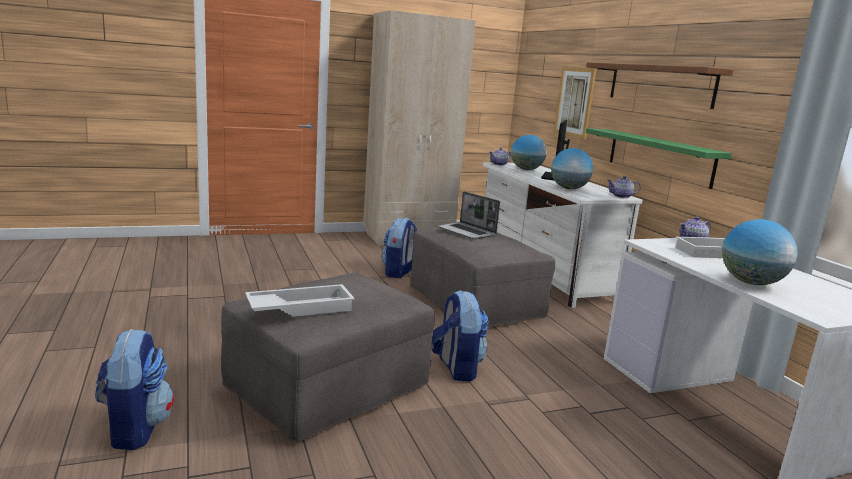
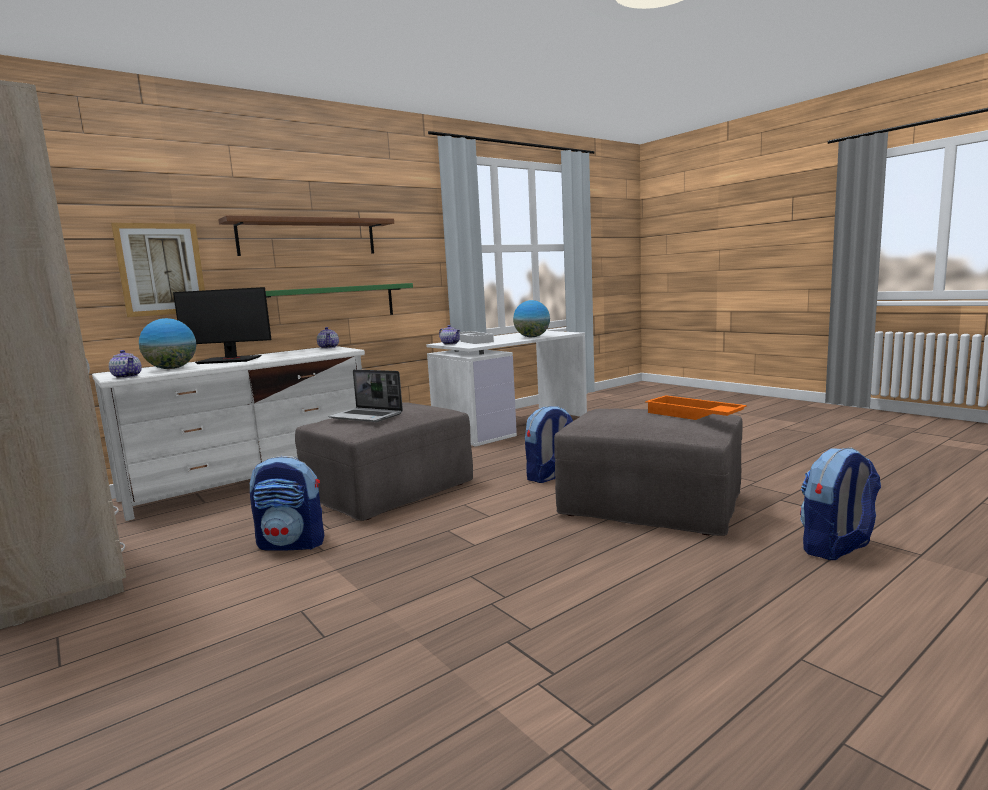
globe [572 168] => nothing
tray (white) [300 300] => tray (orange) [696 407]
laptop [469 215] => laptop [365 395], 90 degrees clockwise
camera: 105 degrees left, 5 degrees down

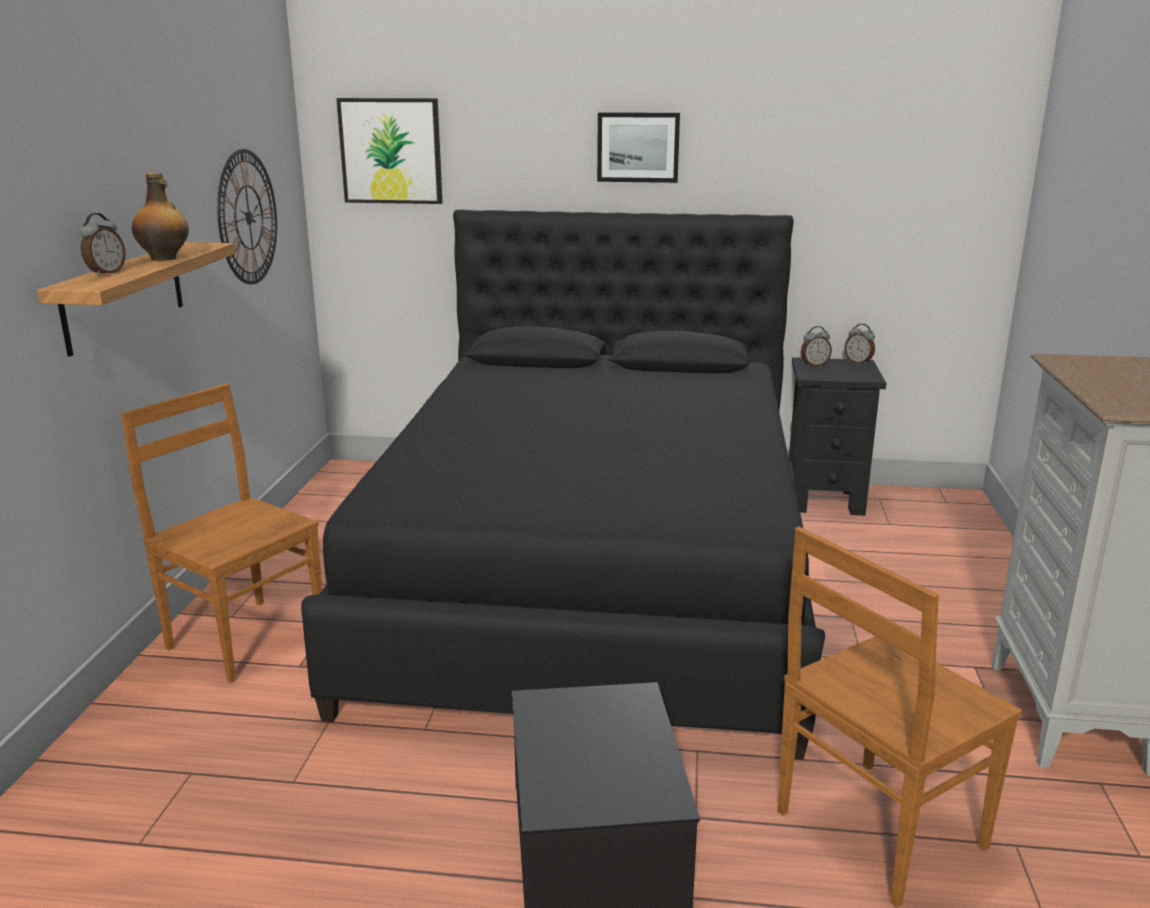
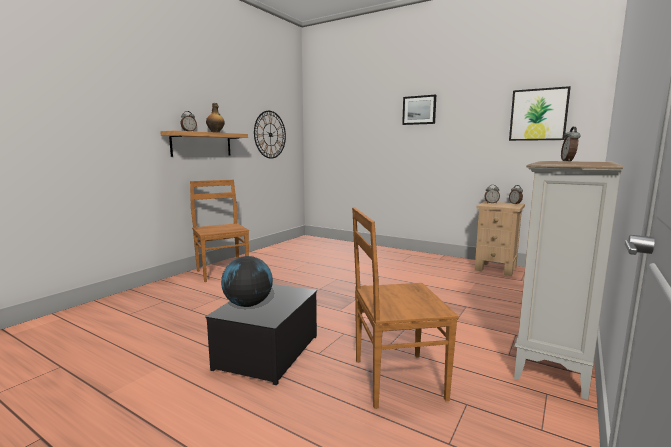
bed (black) [563 484] => nothing
nothing => globe [247 281]
nothing => alarm clock [571 144]
picture [389 151] => picture [540 113], move
nightstand (black) [837 436] => nightstand (beige) [500 238]
camera: 25 degrees right, 10 degrees down

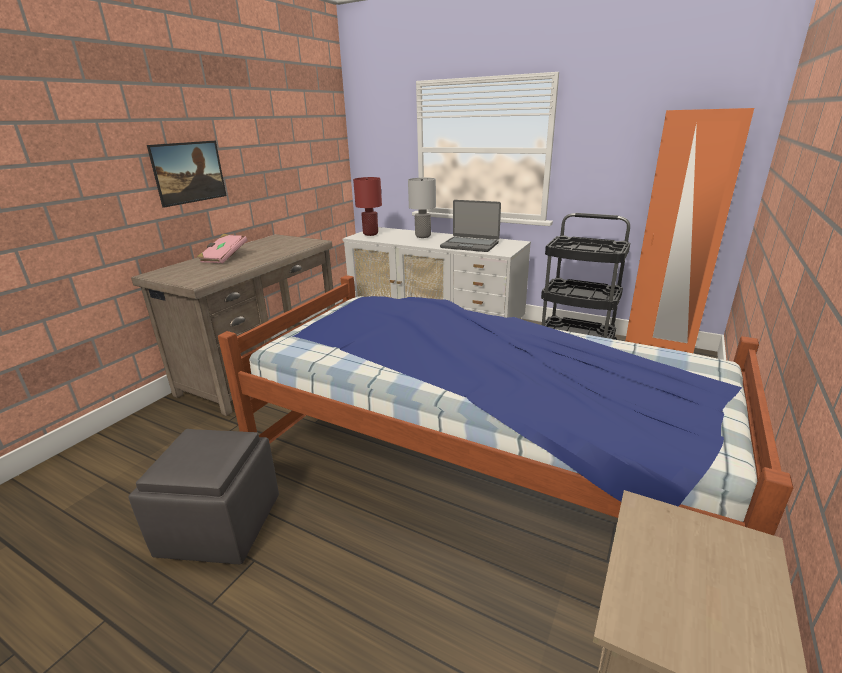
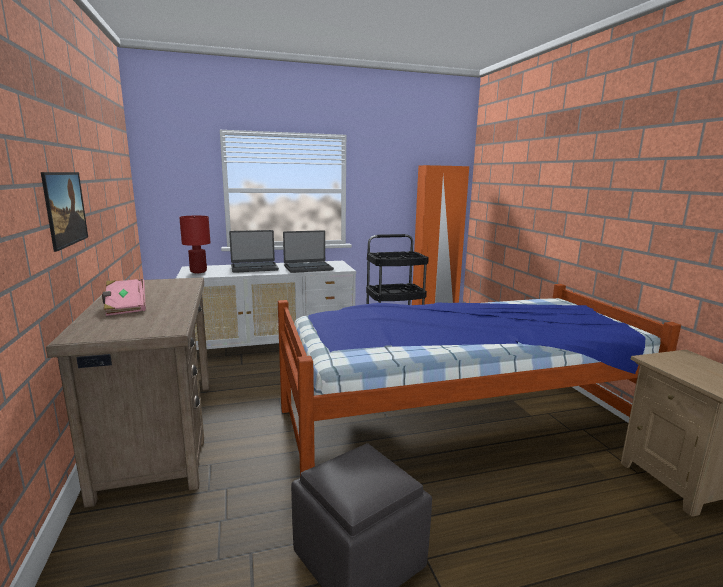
table lamp (grey) [422 208] => laptop [254 251]
camera: 45 degrees left, 10 degrees down

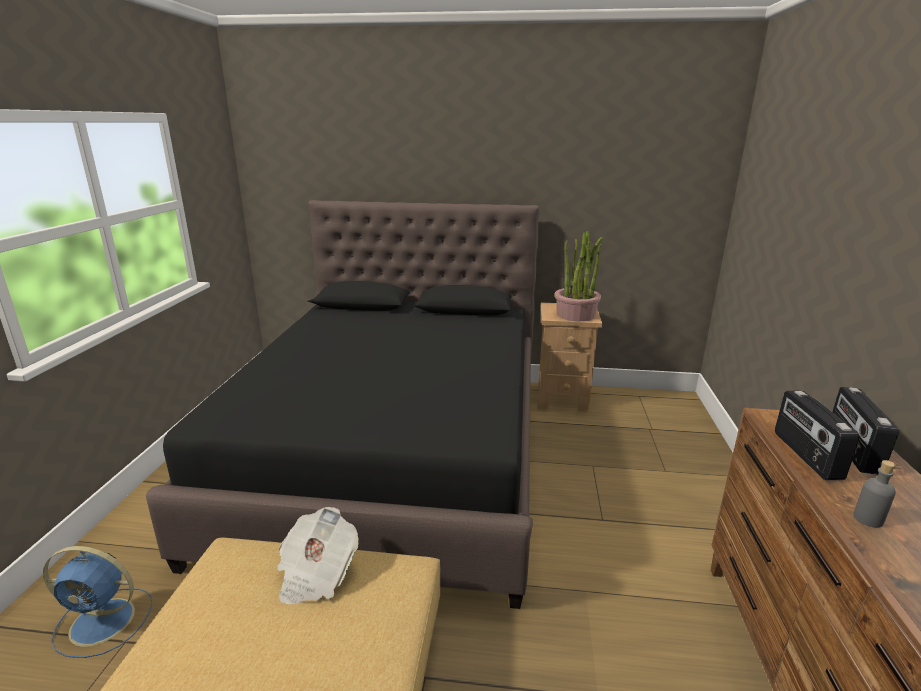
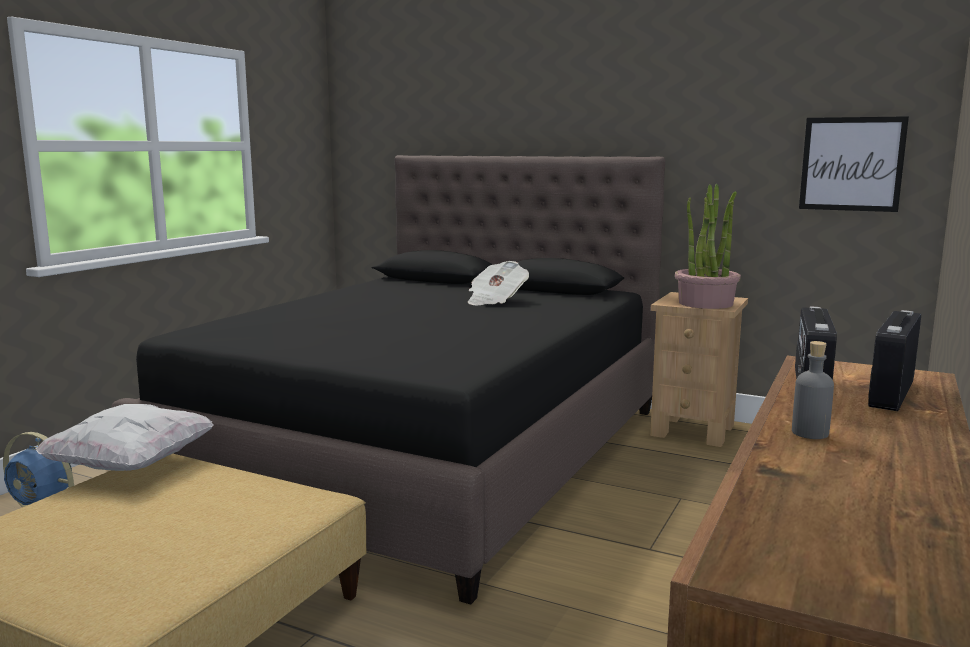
nothing => pillow (white) [125 437]
nothing => picture [854 164]
newspaper [318 555] => newspaper [498 283], move
camera: 20 degrees right, 10 degrees down

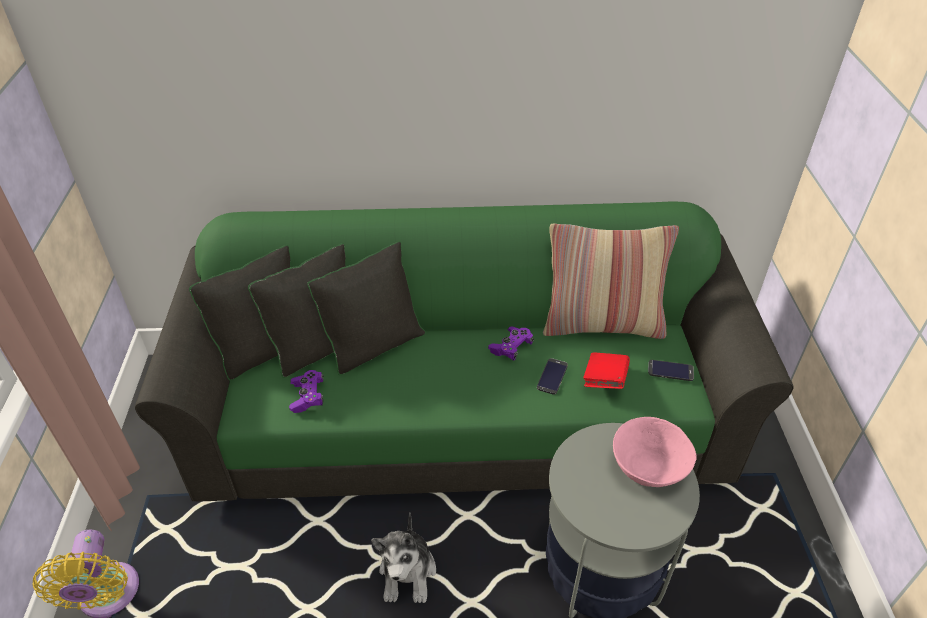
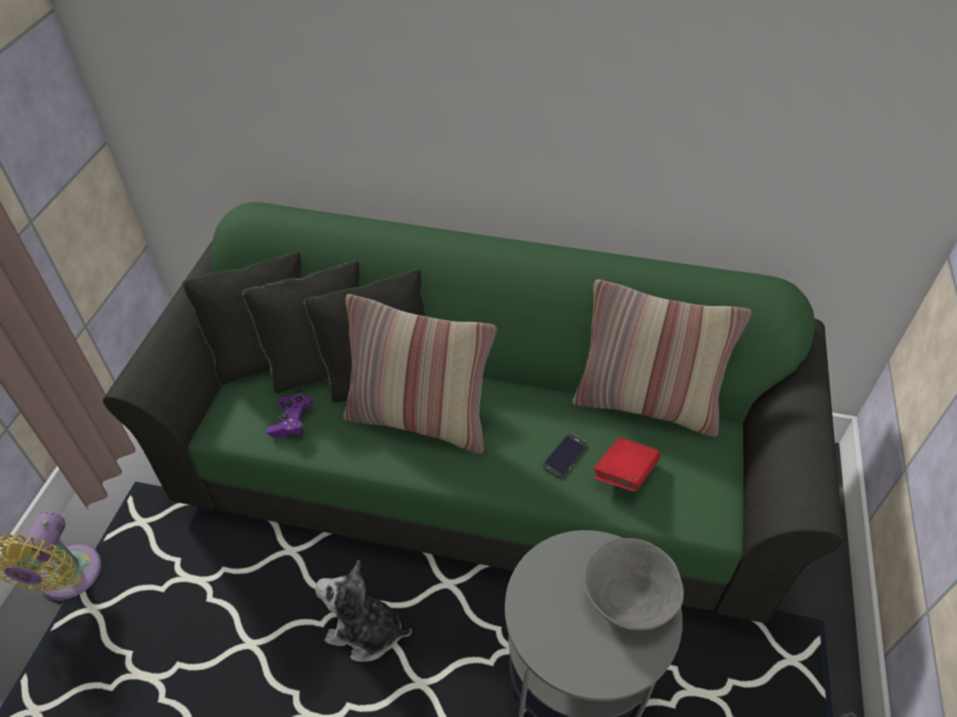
game controller (purple) [511 343] => nothing
phone [671 370] => nothing
nothing => pillow [420 374]
bowl (pink) [655 452] => bowl (grey) [634 584]
plush toy [403 557] => plush toy [363 611], 90 degrees clockwise
camera: 15 degrees right, 5 degrees up

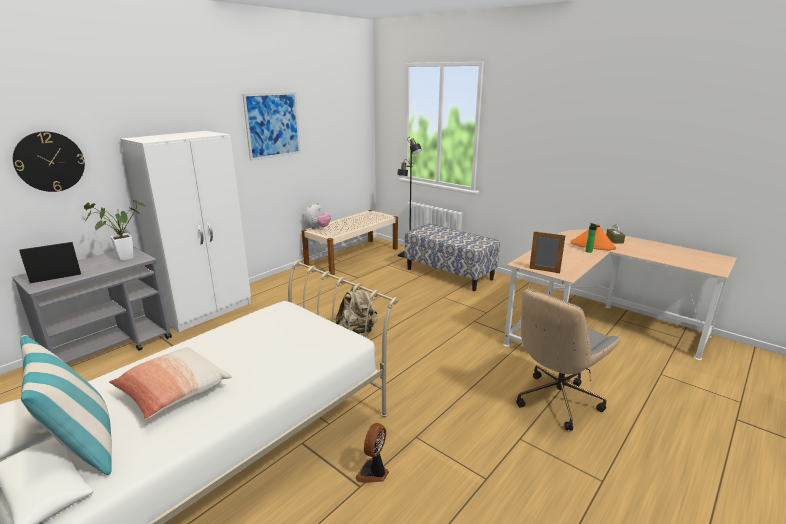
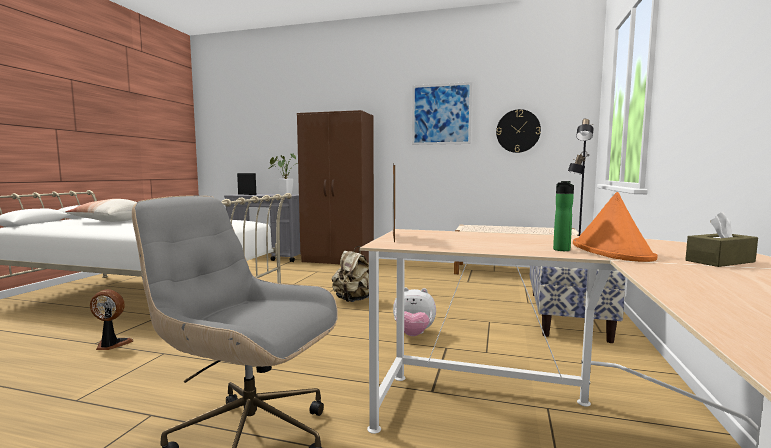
pillow [66 405] => nothing
wall clock [49 161] => wall clock [518 131], move
plush toy [317 216] => plush toy [414 312], move
wardrobe (white) [185 231] => wardrobe (brown) [335 187]
camera: 65 degrees right, 15 degrees down

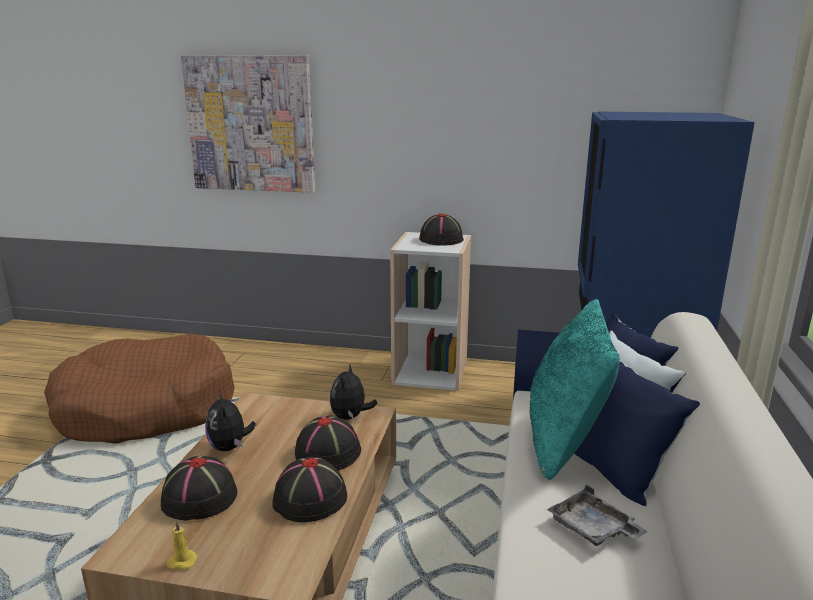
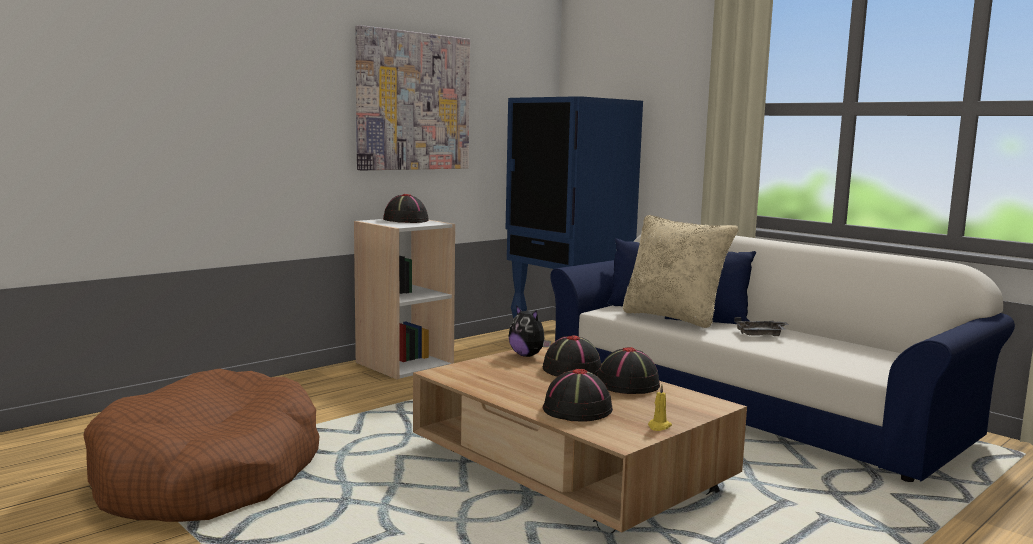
plush toy [230 421] => nothing
picture [248 124] => picture [412 97], move
pillow (turquoise) [575 389] => pillow (beige) [680 271]
camera: 55 degrees left, 10 degrees down

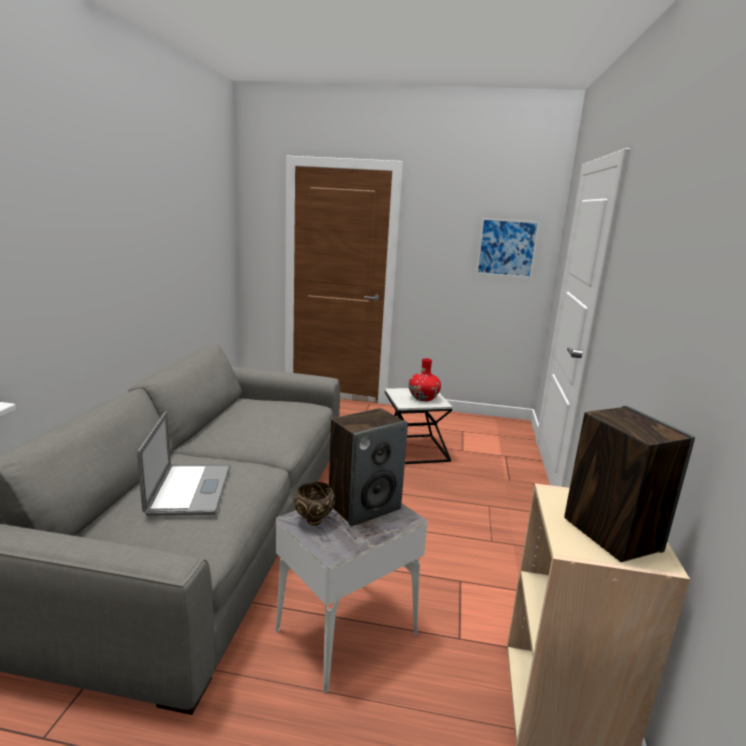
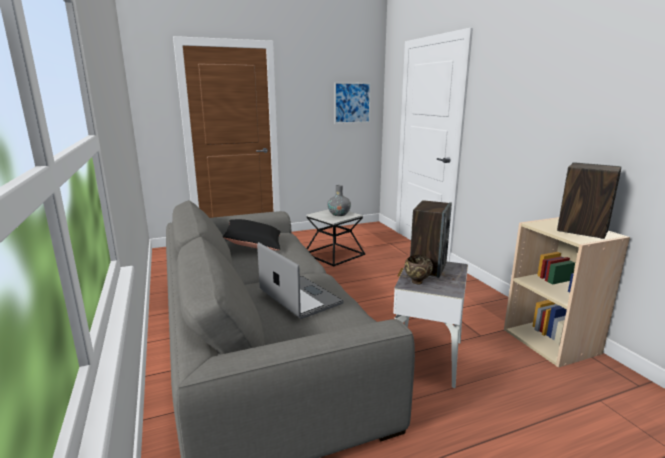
nothing => pillow (black) [252 234]
vase (red) [425 379] => vase (grey) [339 200]
camera: 30 degrees left, 0 degrees up

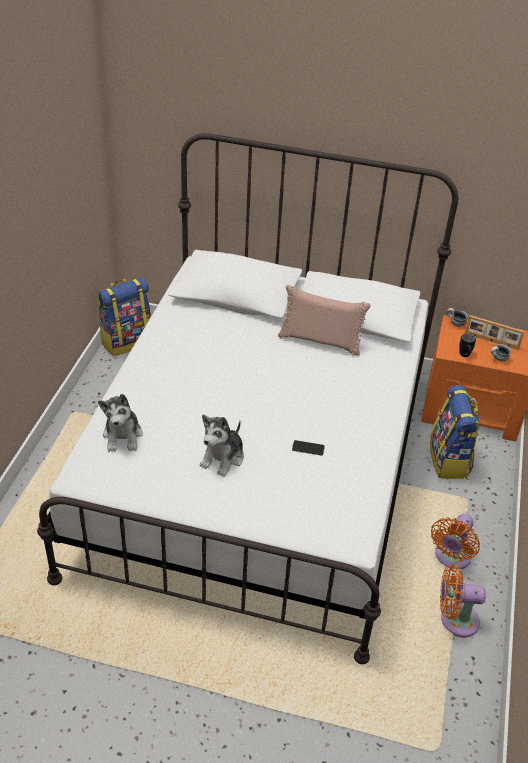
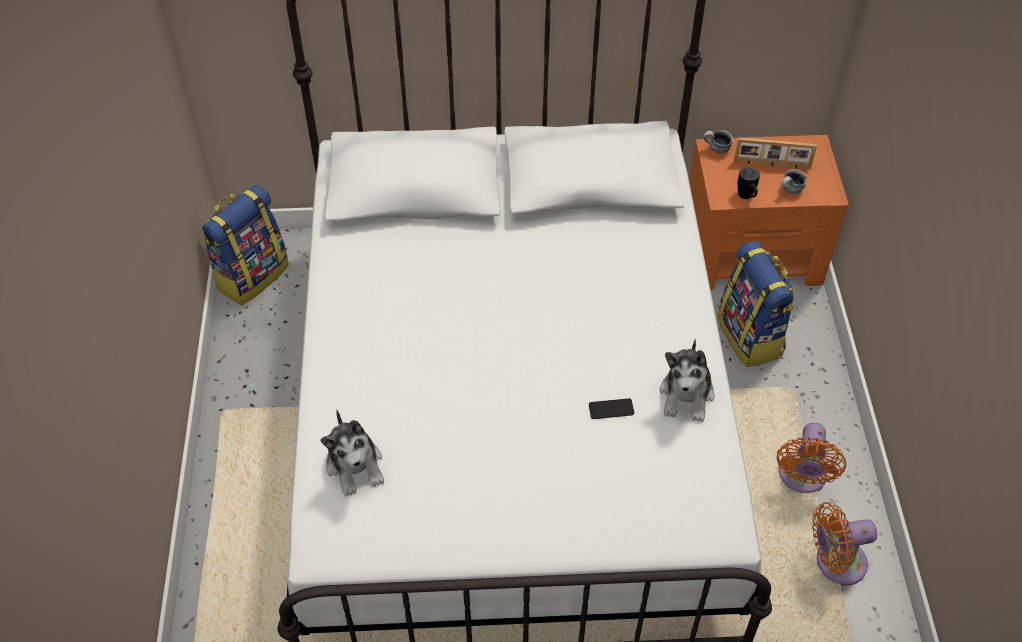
pillow (beige) [324 320] => nothing
plush toy [222 446] => plush toy [687 380], move
camera: 15 degrees left, 10 degrees up

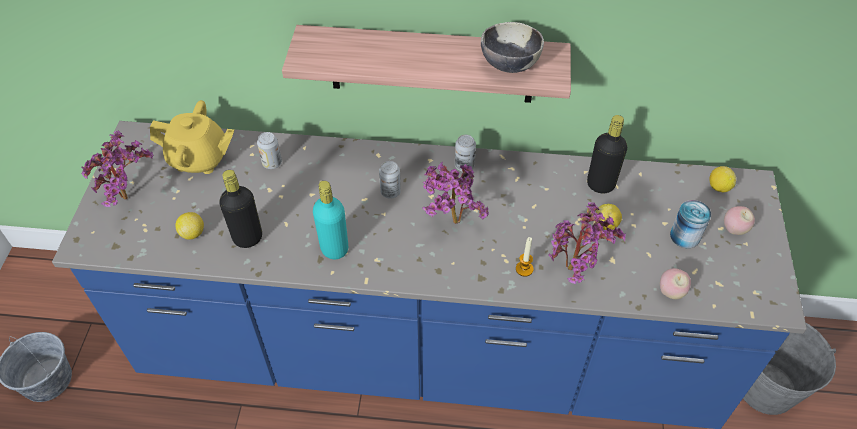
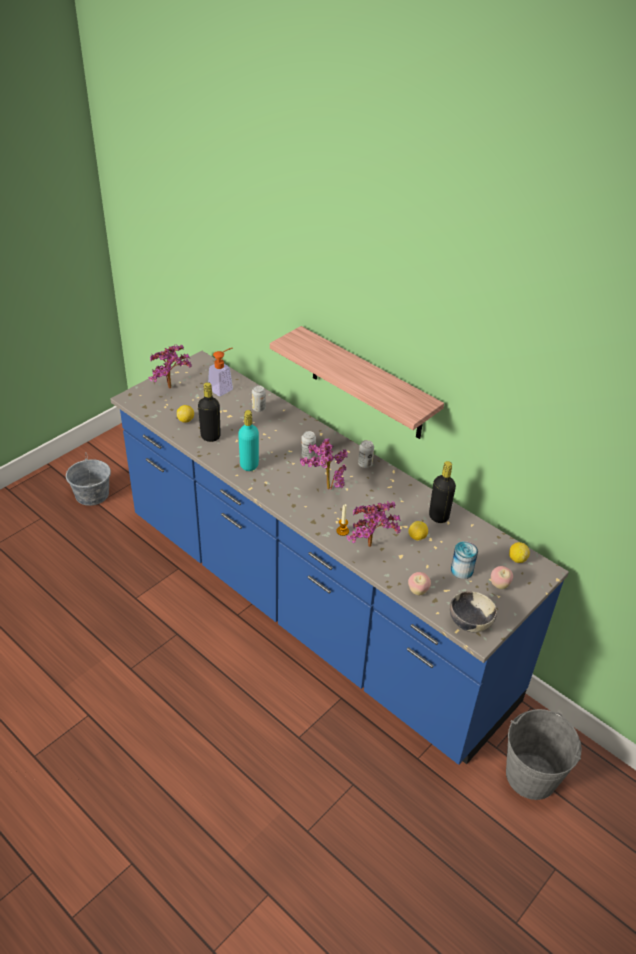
bowl [512 47] => bowl [473 612], move
teapot (yellow) [192 137] => soap dispenser [220 372]
camera: 35 degrees right, 10 degrees down

